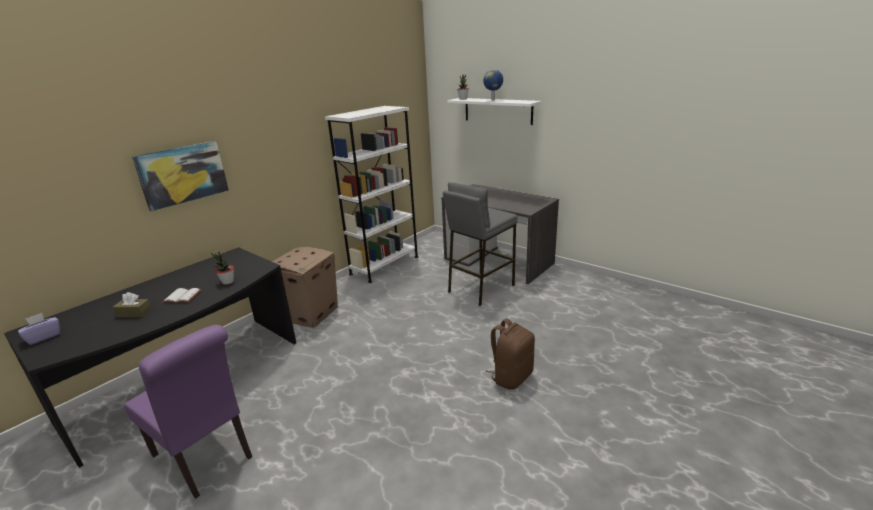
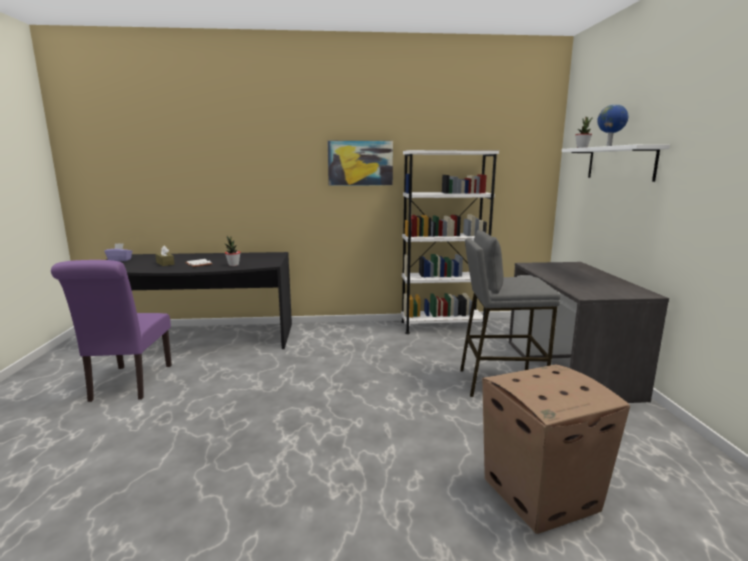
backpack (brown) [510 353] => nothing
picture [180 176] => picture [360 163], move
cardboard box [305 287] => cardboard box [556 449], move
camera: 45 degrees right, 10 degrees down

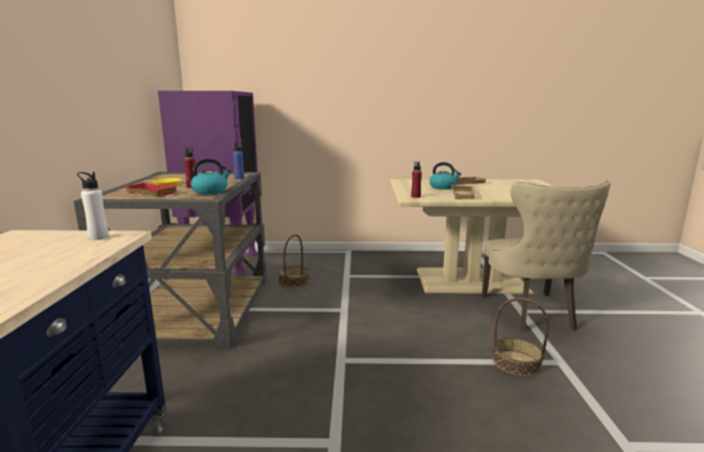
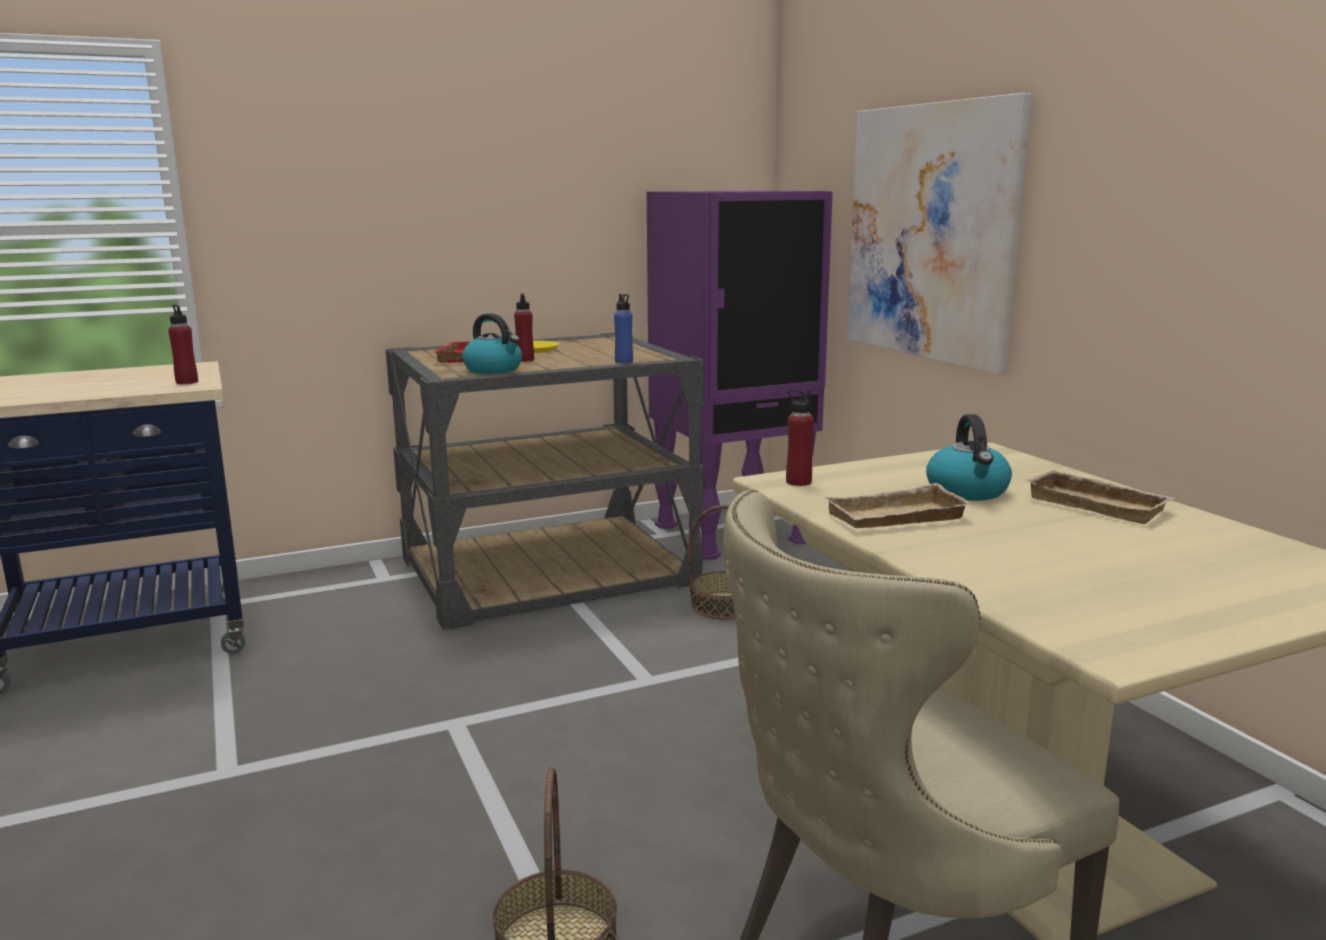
nothing => picture [939 234]
bottle (white) [93 206] => bottle (red) [183 344]
camera: 65 degrees right, 0 degrees up

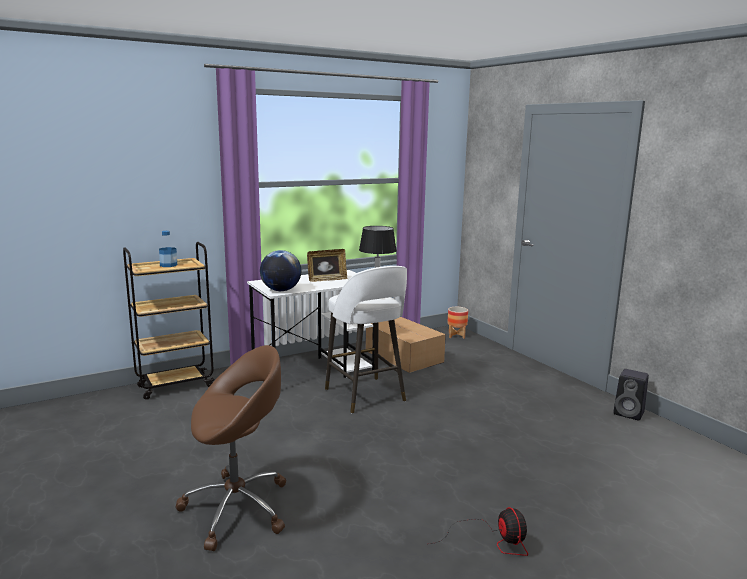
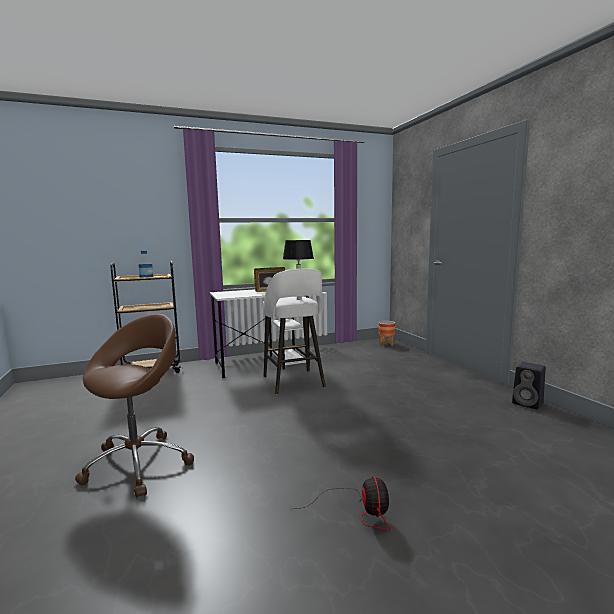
globe [280 270] => nothing
cardboard box [406 345] => nothing
office chair (brown) [231 448] => office chair (brown) [134 405], 45 degrees counterclockwise
camera: 10 degrees right, 5 degrees down

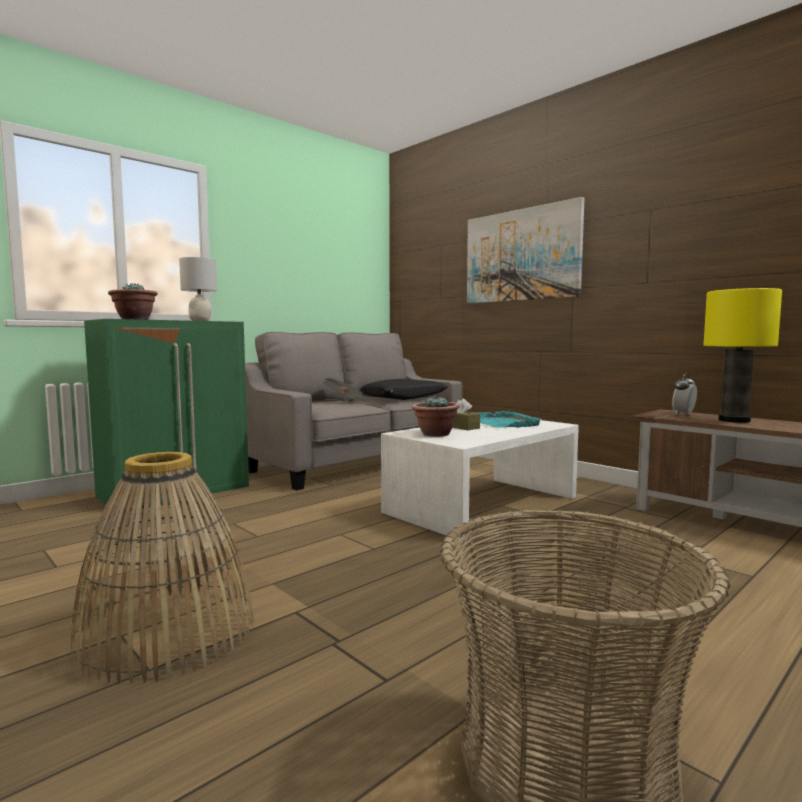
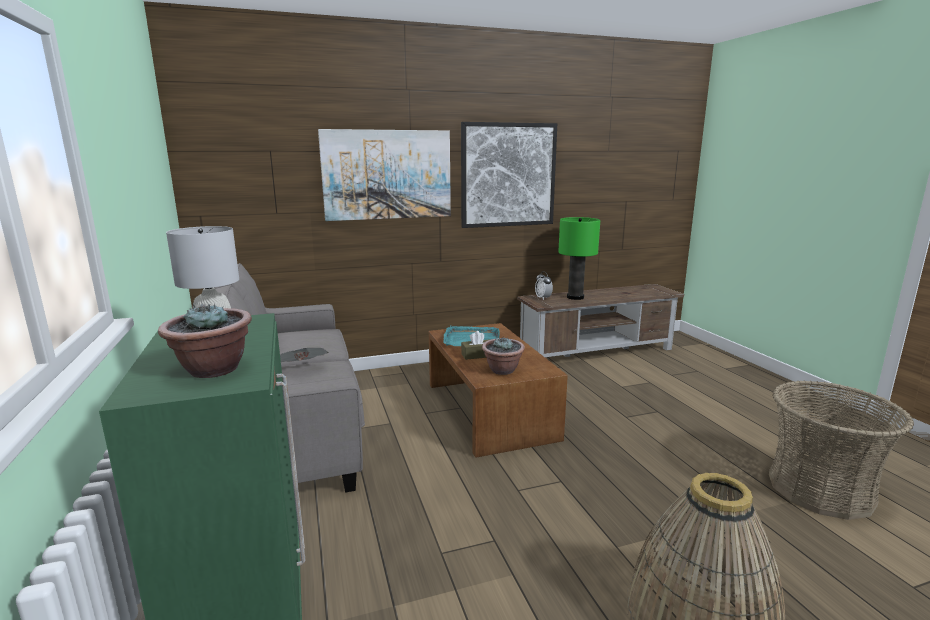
pillow (black) [403 389] => nothing
nothing => picture [509 175]
coffee table (white) [480 480] => coffee table (brown) [498 390]
table lamp (yellow) [743 355] => table lamp (green) [579 258]
camera: 65 degrees left, 10 degrees up

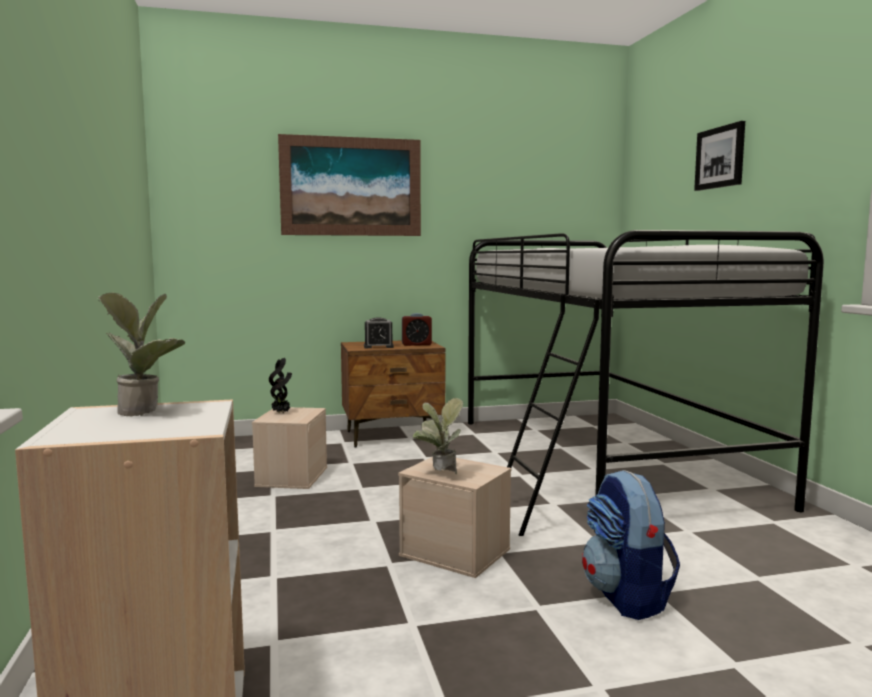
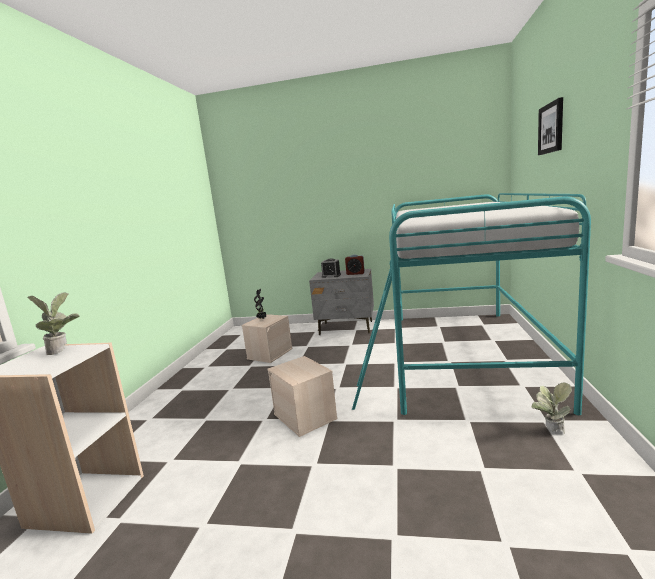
picture [349 185] => nothing
backpack [631 545] => nothing
potted plant [438 436] => potted plant [552 408], move
nightstand (brown) [393 394] => nightstand (grey) [341 302]
bed (black) [646 383] => bed (turquoise) [471 304]
camera: 25 degrees right, 5 degrees up

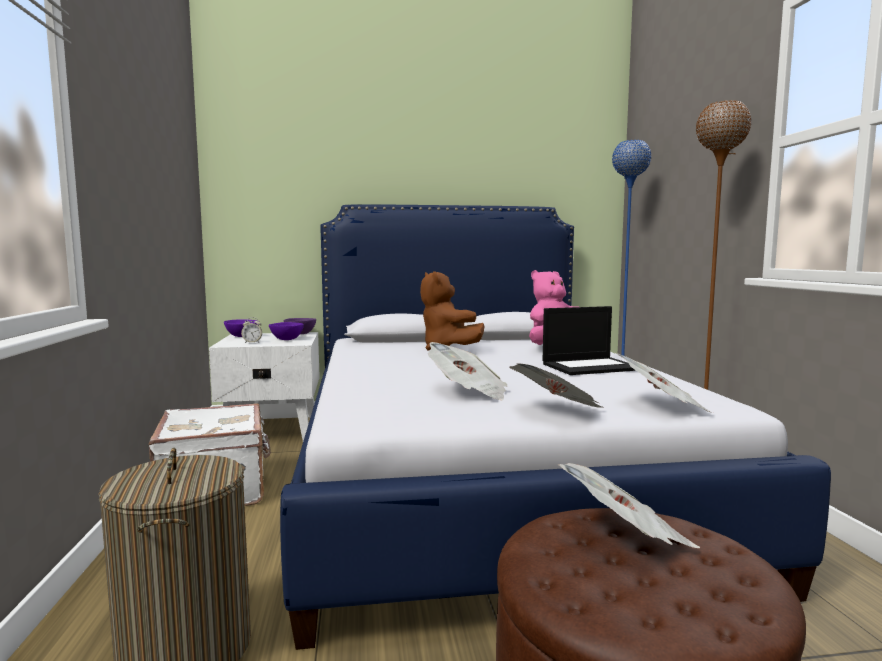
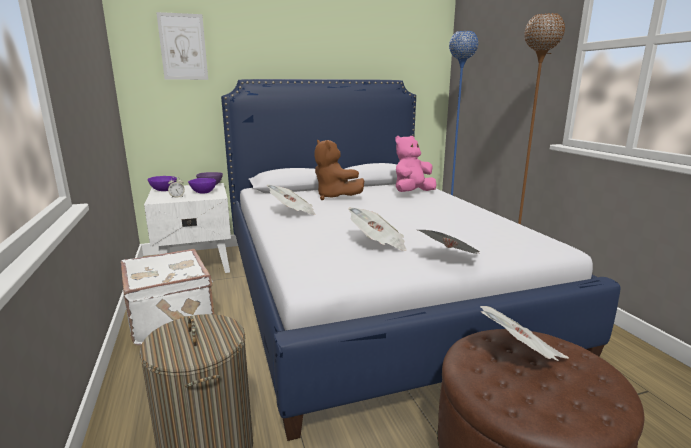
laptop [589 340] => nothing
nothing => picture [182 46]
newspaper [664 383] => newspaper [291 200], move
camera: 10 degrees left, 10 degrees up

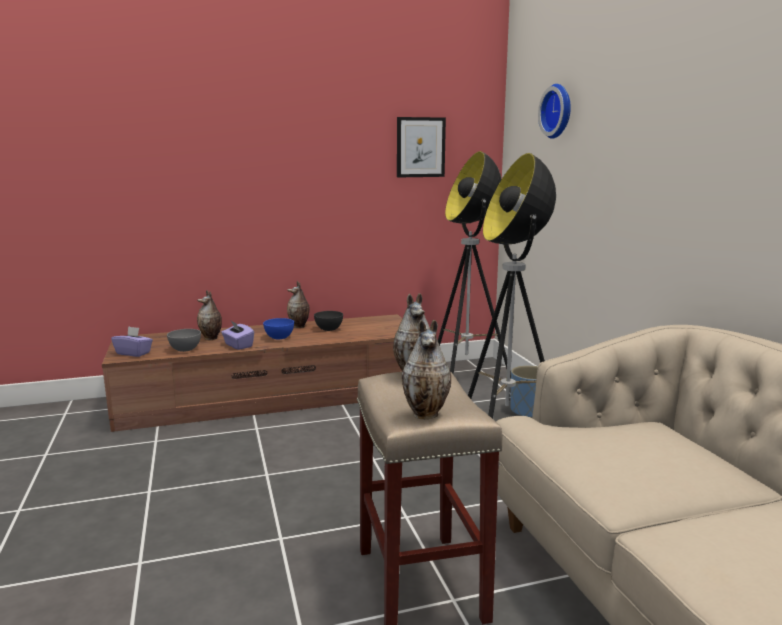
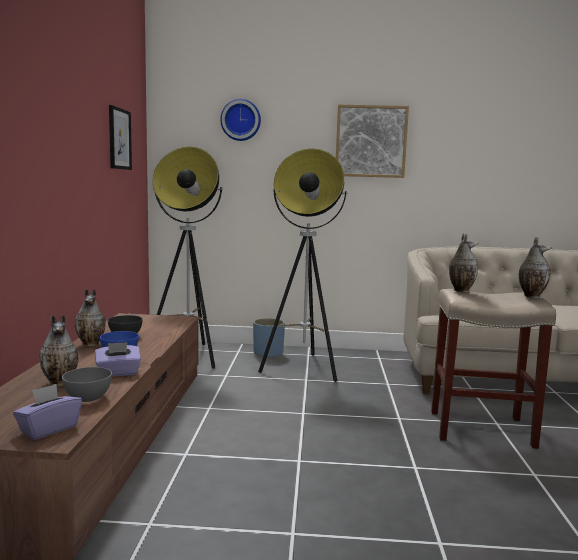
nothing => picture [372 141]
camera: 70 degrees left, 5 degrees down

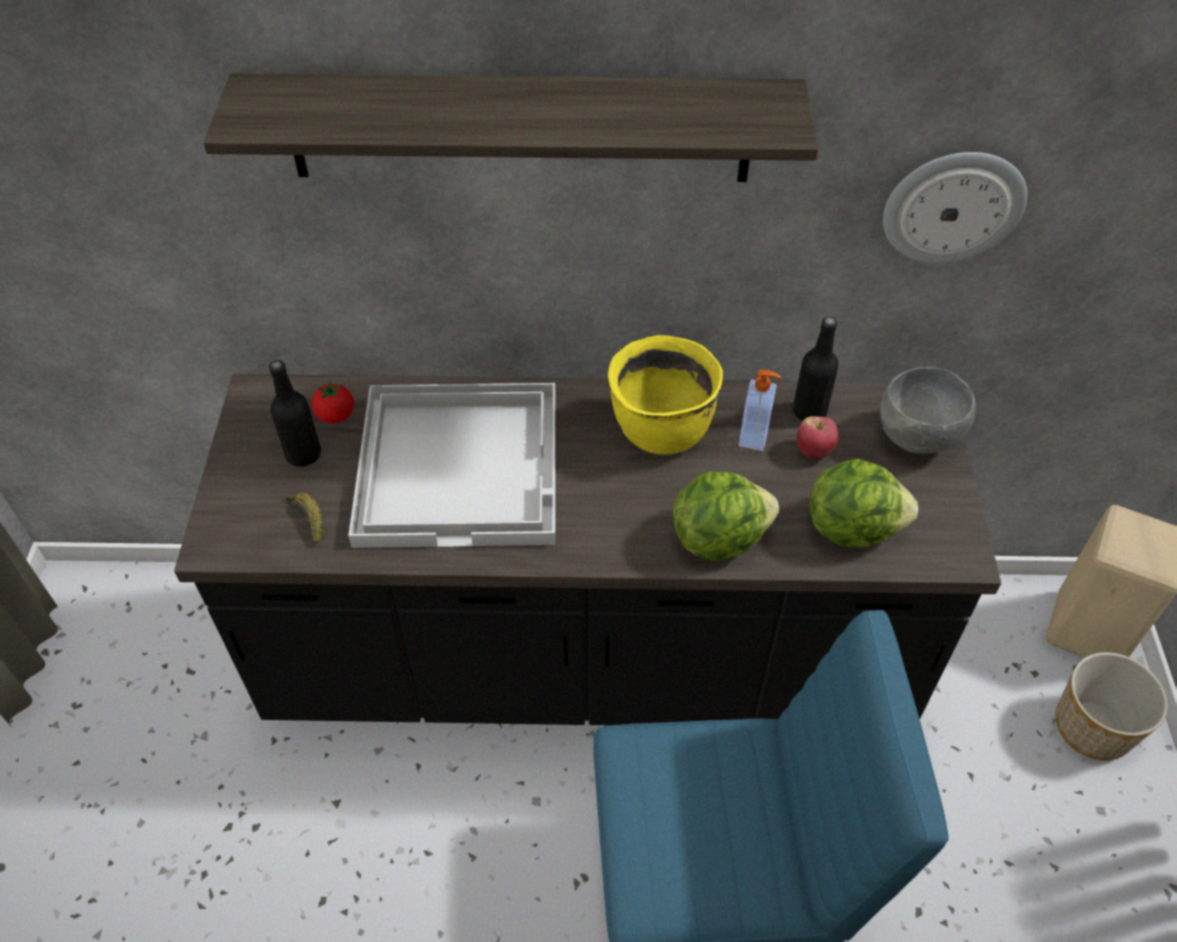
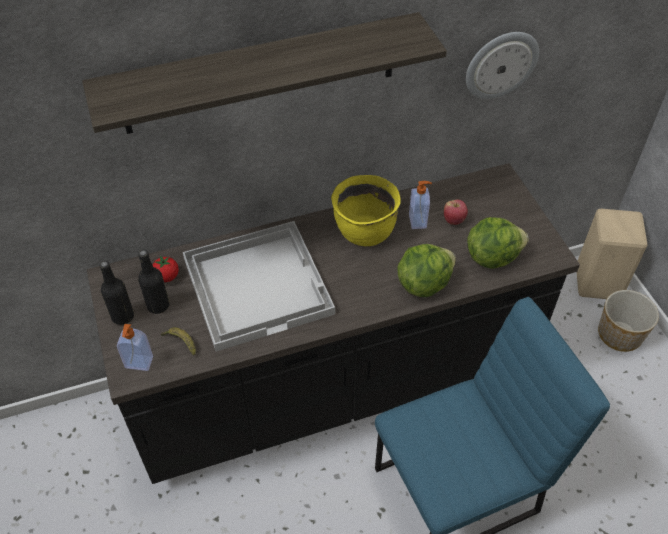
bowl (grey) [928 410] => nothing
nothing => soap dispenser [135 347]
bottle (black) [816 369] => bottle (black) [116 293], move
camera: 20 degrees left, 0 degrees up

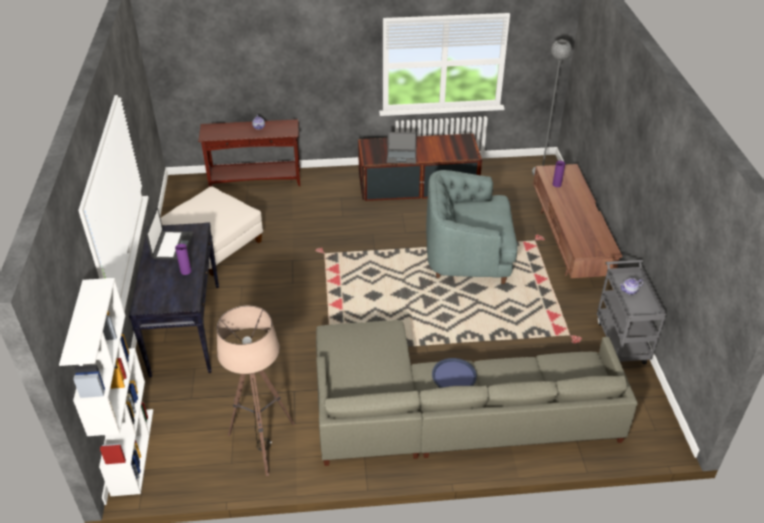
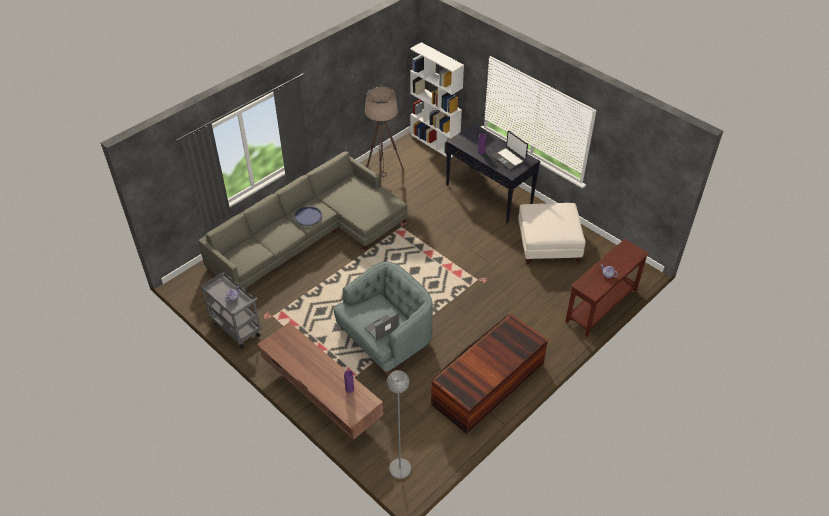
laptop [402 148] => laptop [381 327], move
camera: 140 degrees right, 5 degrees up

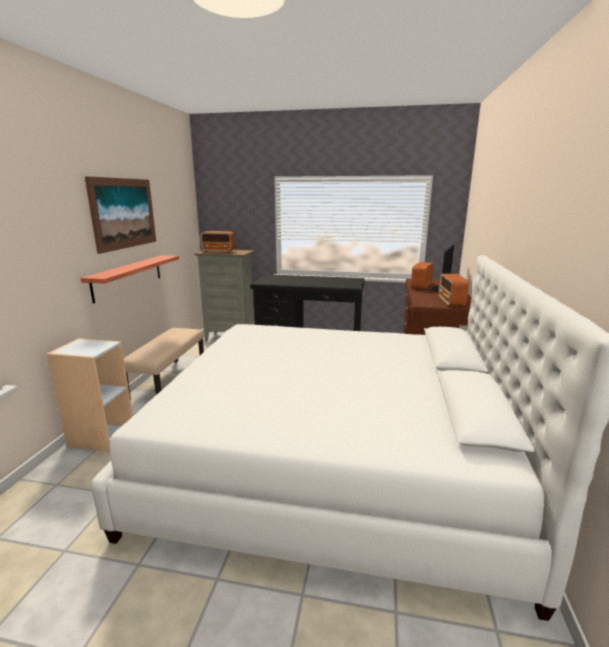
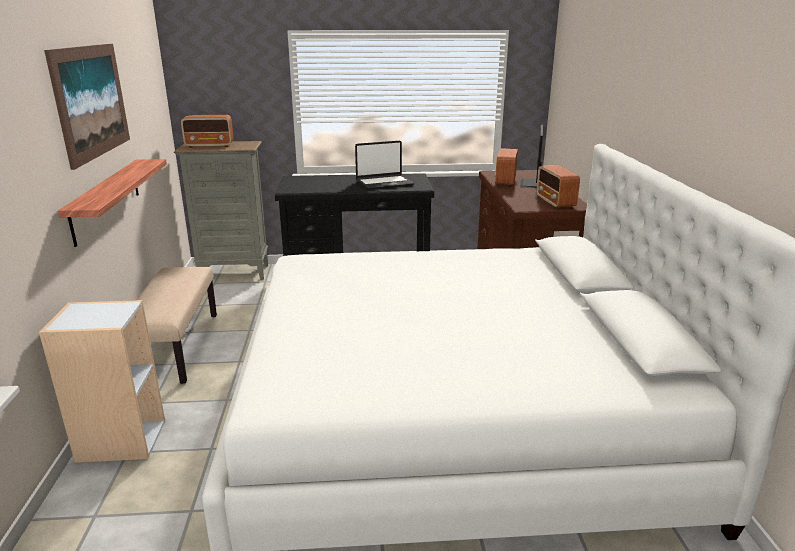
nothing => laptop [384 165]
camera: 15 degrees left, 5 degrees up

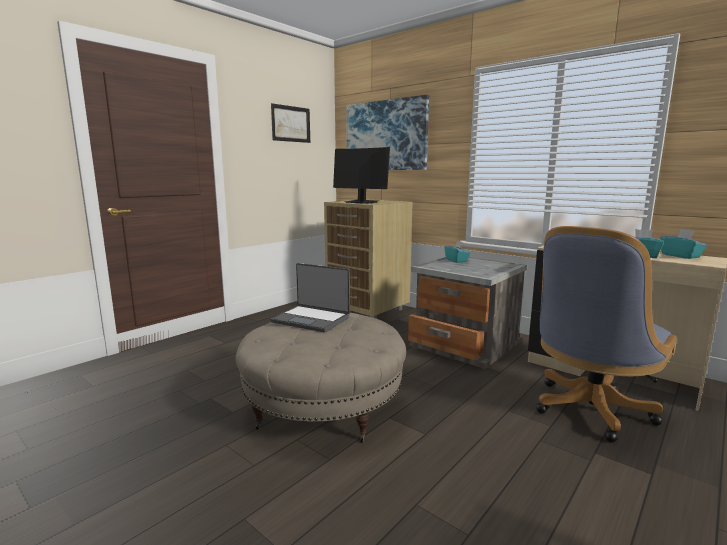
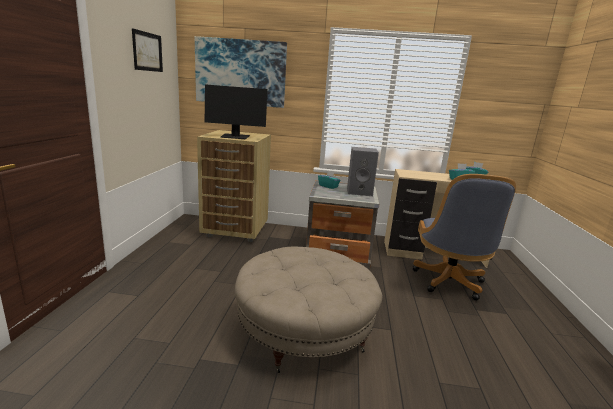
laptop [310 297] => nothing
nothing => speaker (grey) [363 171]
camera: 35 degrees left, 5 degrees up

